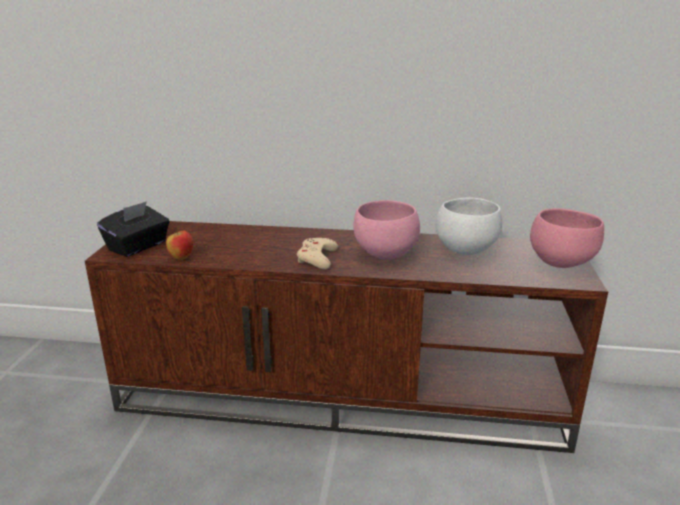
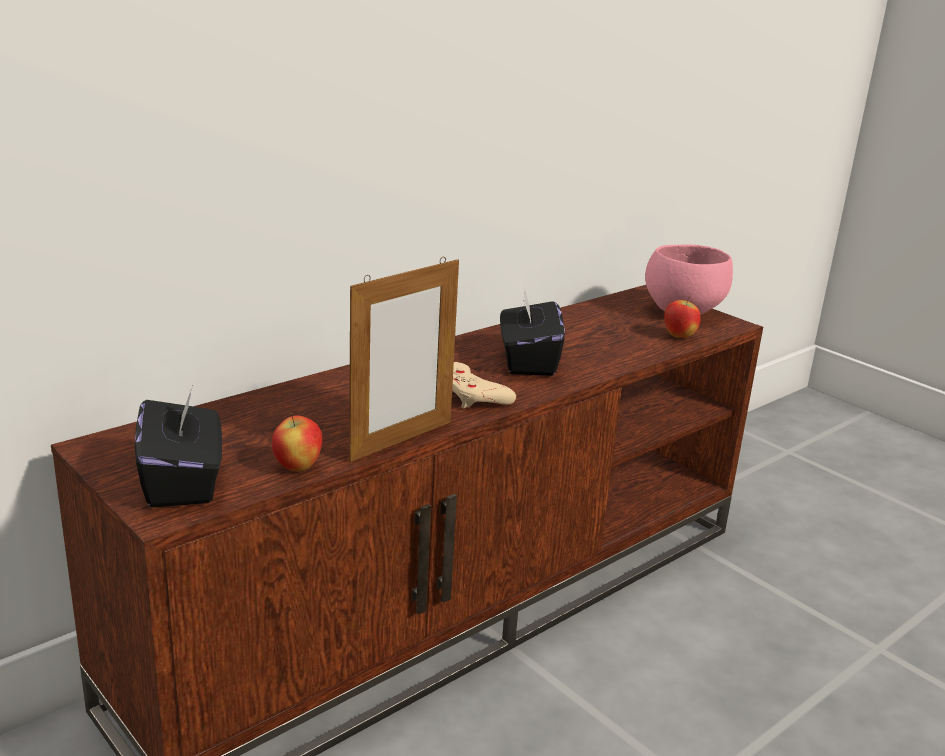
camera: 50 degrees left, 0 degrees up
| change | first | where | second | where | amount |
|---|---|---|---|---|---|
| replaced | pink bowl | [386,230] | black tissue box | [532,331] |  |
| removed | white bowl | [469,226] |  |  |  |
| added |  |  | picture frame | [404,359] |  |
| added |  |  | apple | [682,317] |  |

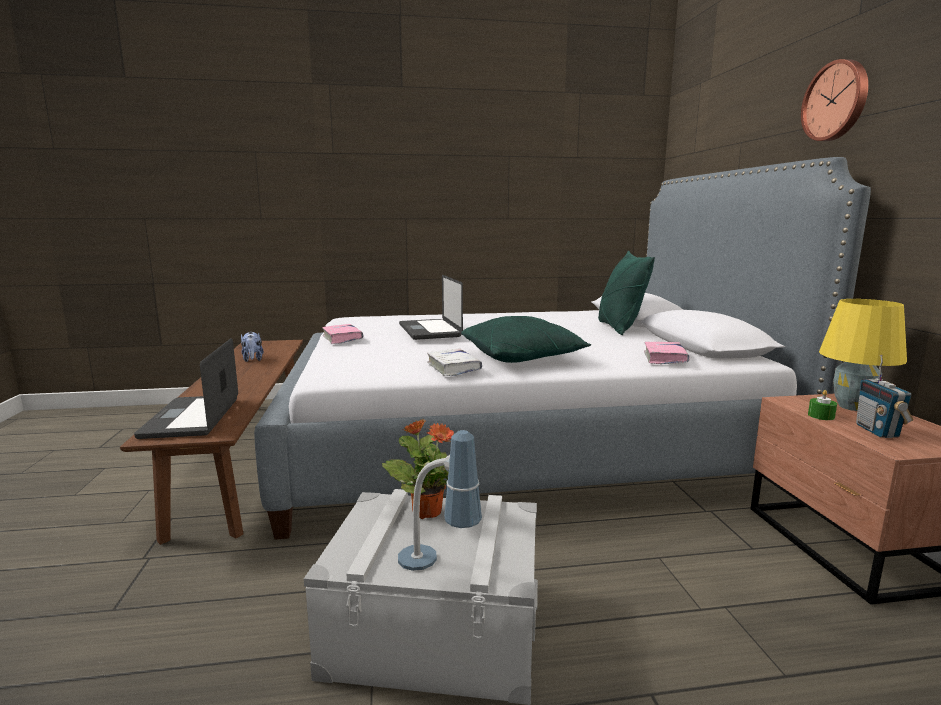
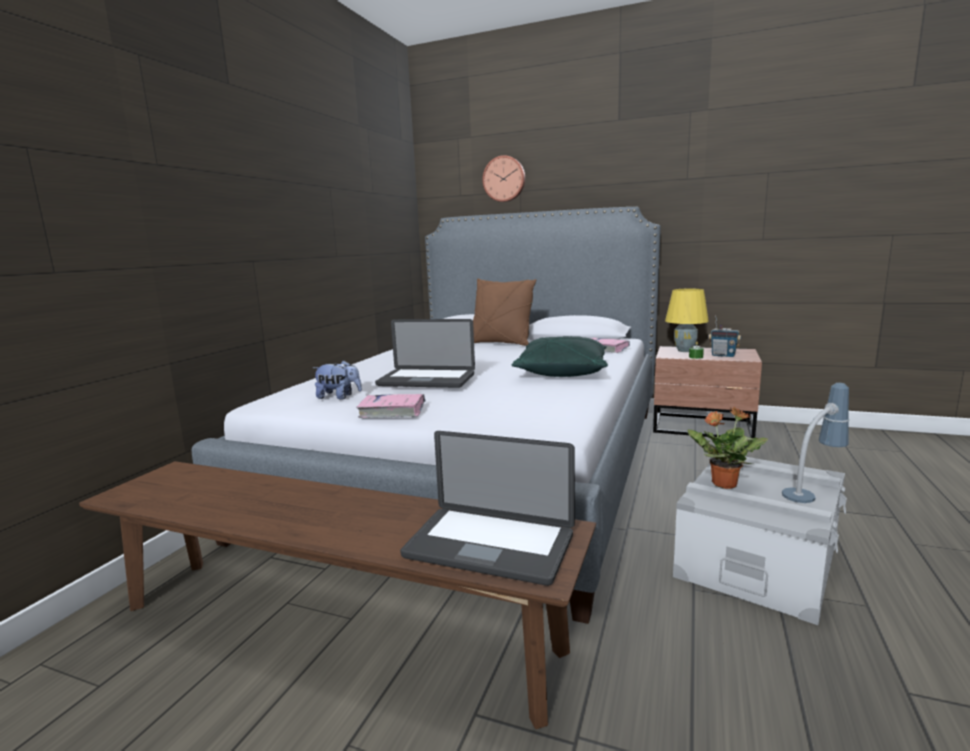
camera: 60 degrees left, 0 degrees up
| change | first | where | second | where | amount |
|---|---|---|---|---|---|
| moved | plush toy | [252,347] |  | [337,380] |  |
| removed | white book | [454,362] |  |  |  |
| recoloured | green pillow | [626,293] | brown pillow | [504,312] |  |
| moved | wall clock | [834,100] |  | [503,178] |  |

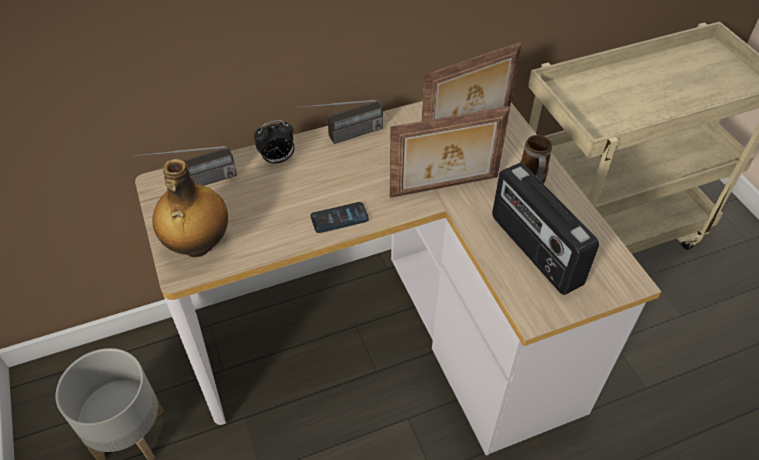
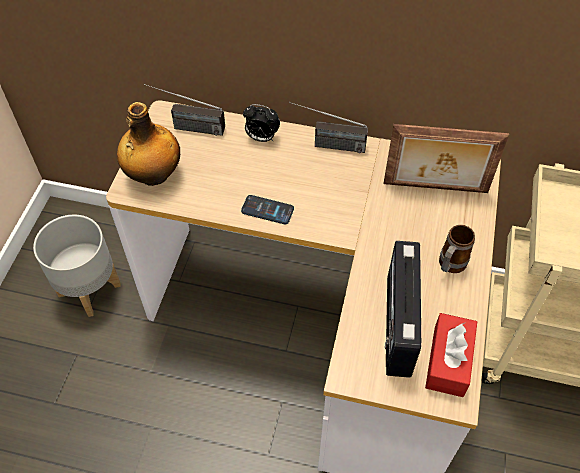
camera: 35 degrees right, 5 degrees up
| change | first | where | second | where | amount |
|---|---|---|---|---|---|
| removed | picture frame | [449,152] |  |  |  |
| added |  |  | red tissue box | [451,355] |  |

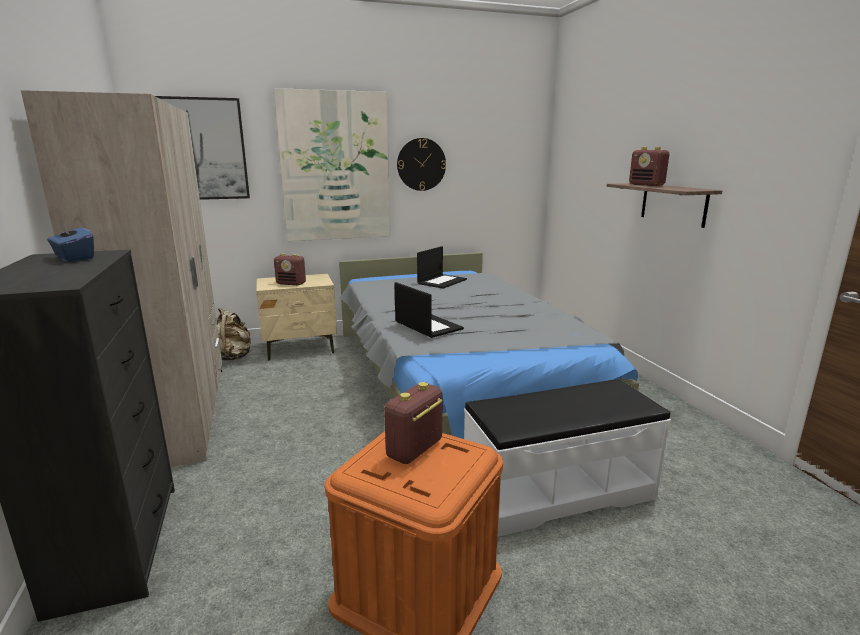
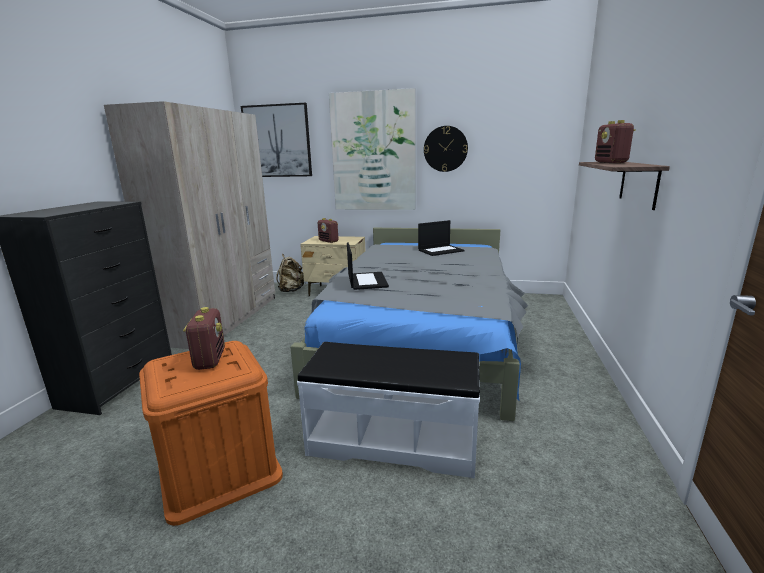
camera: 30 degrees right, 0 degrees up
| change | first | where | second | where | amount |
|---|---|---|---|---|---|
| removed | blue tissue box | [70,242] |  |  |  |
| turned | radio | [413,423] |  | [204,338] | 105 degrees clockwise |

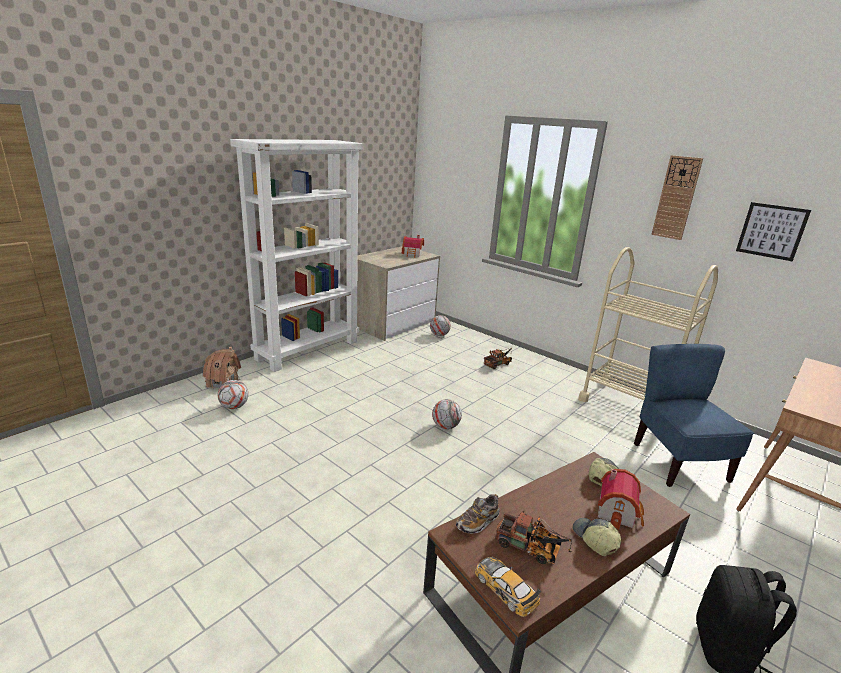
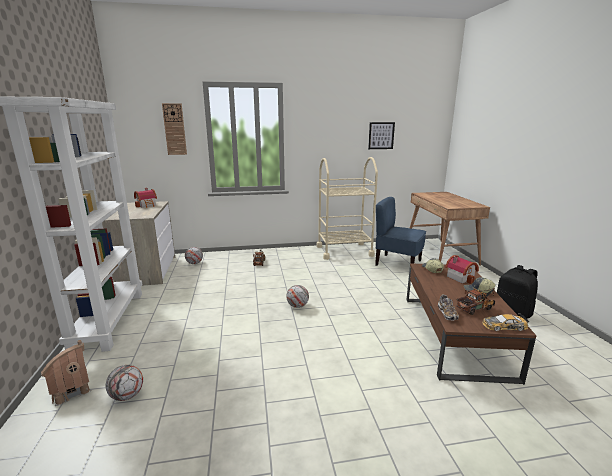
camera: 50 degrees left, 5 degrees down
| change | first | where | second | where | amount |
|---|---|---|---|---|---|
| moved | wall clock | [677,197] |  | [174,129] |  |

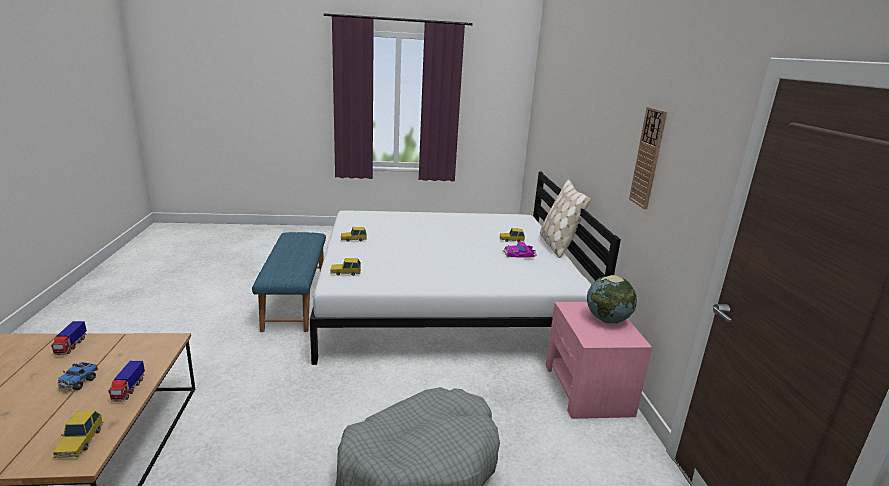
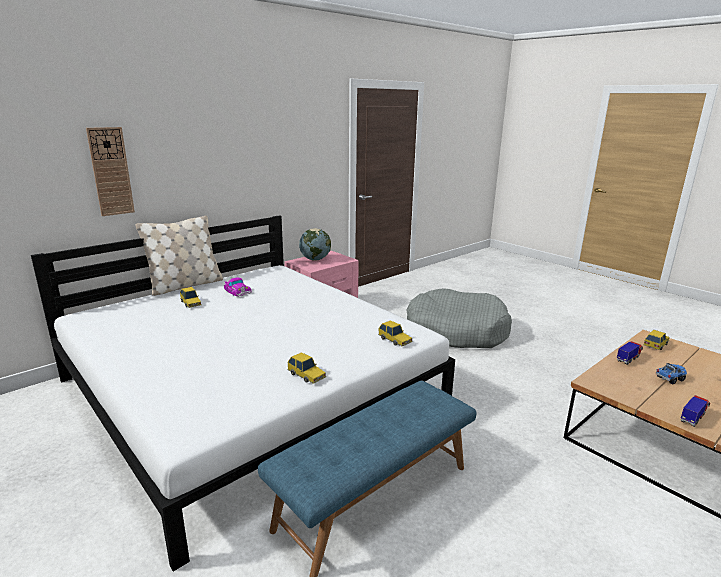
camera: 125 degrees left, 0 degrees up
| change | first | where | second | where | amount |
|---|---|---|---|---|---|
| moved | wall clock | [648,158] |  | [110,171] |  |

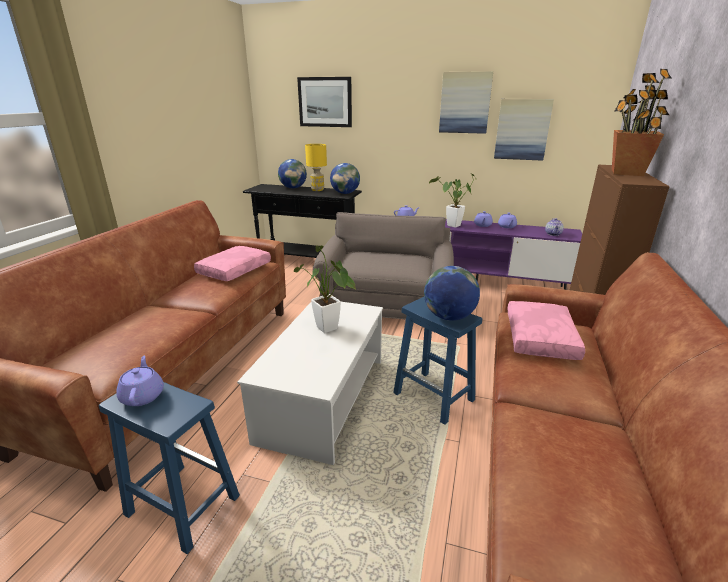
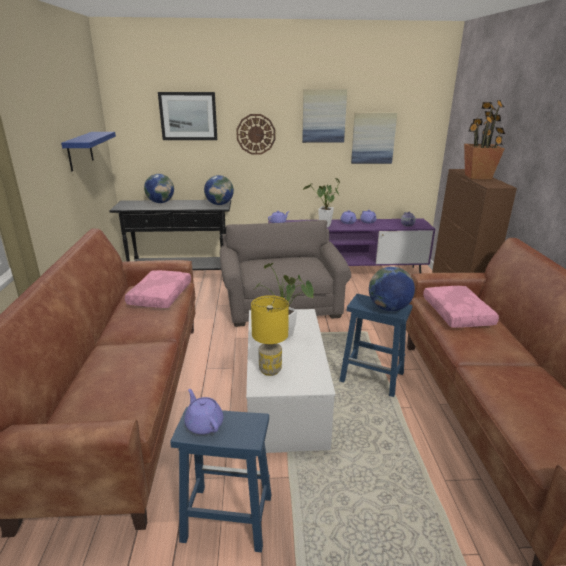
camera: 20 degrees left, 0 degrees up
| change | first | where | second | where | amount |
|---|---|---|---|---|---|
| moved | yellow table lamp | [316,167] |  | [270,335] |  |
| added |  |  | blue shelf | [88,152] |  |
| added |  |  | wall clock | [255,134] |  |

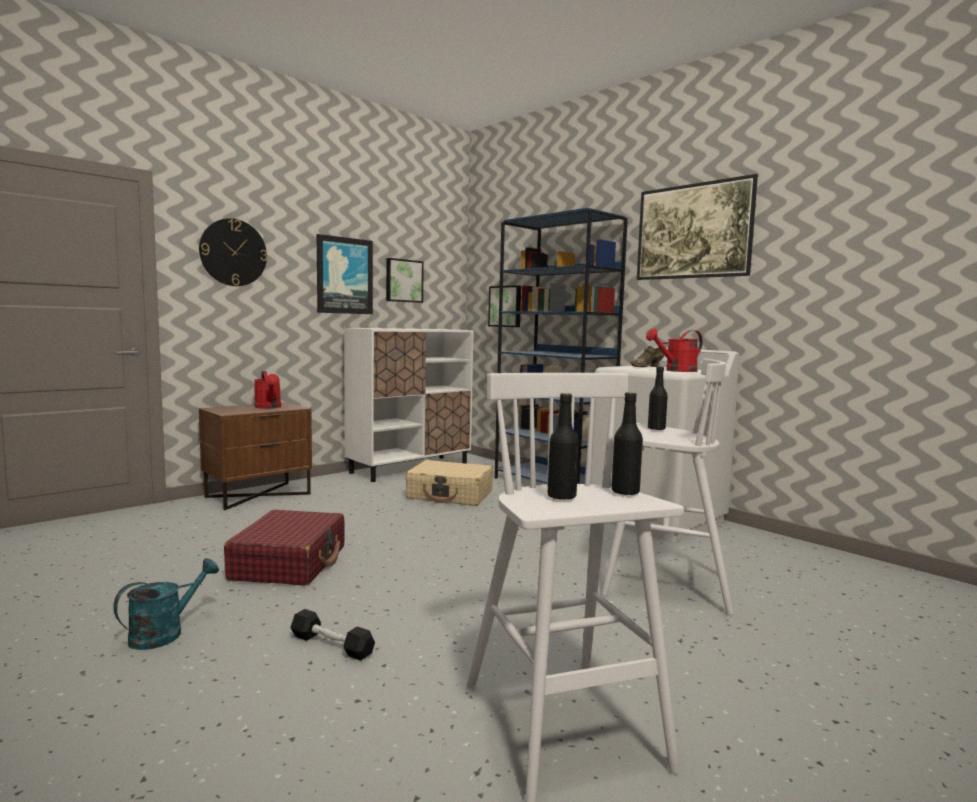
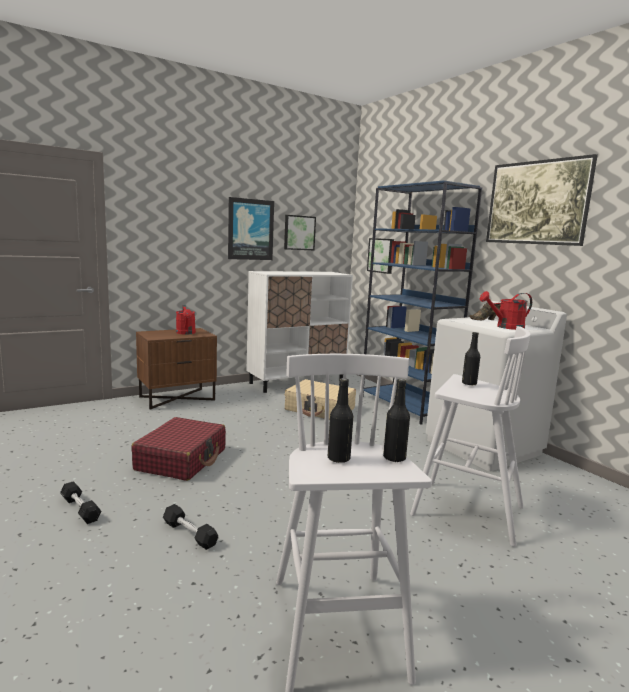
camera: 10 degrees right, 5 degrees up
| change | first | where | second | where | amount |
|---|---|---|---|---|---|
| replaced | turquoise watering can | [166,604] | black dumbbell | [80,502] |  |
| removed | wall clock | [233,252] |  |  |  |

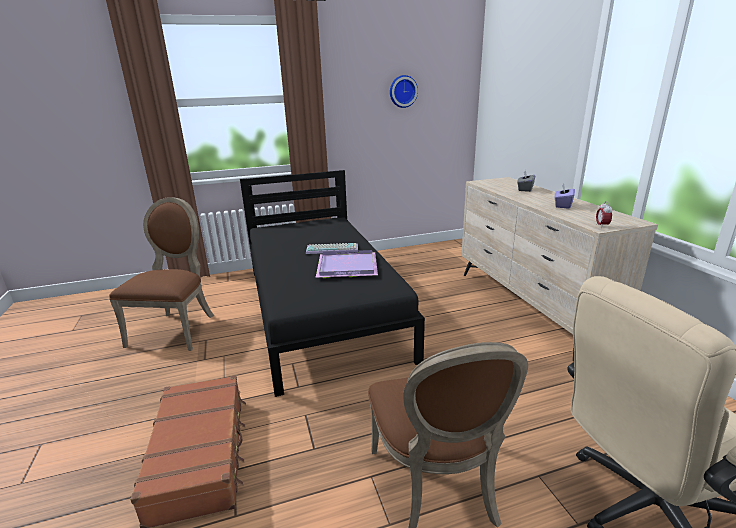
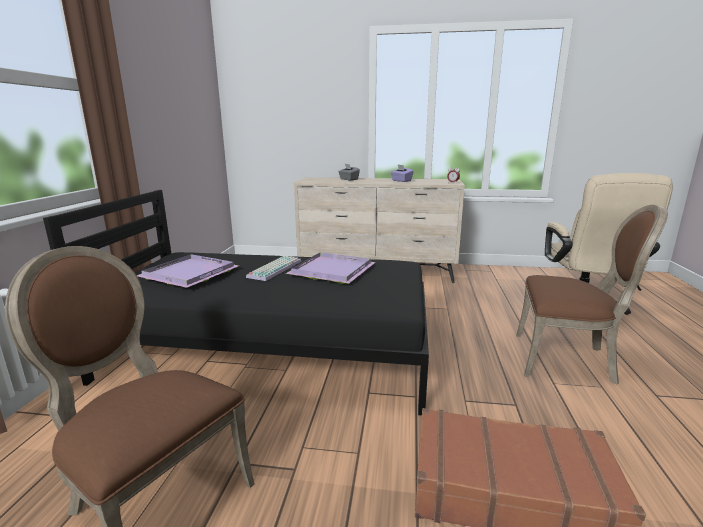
camera: 65 degrees left, 5 degrees down
| change | first | where | second | where | amount |
|---|---|---|---|---|---|
| removed | wall clock | [404,91] |  |  |  |
| added |  |  | purple tray | [188,271] |  |

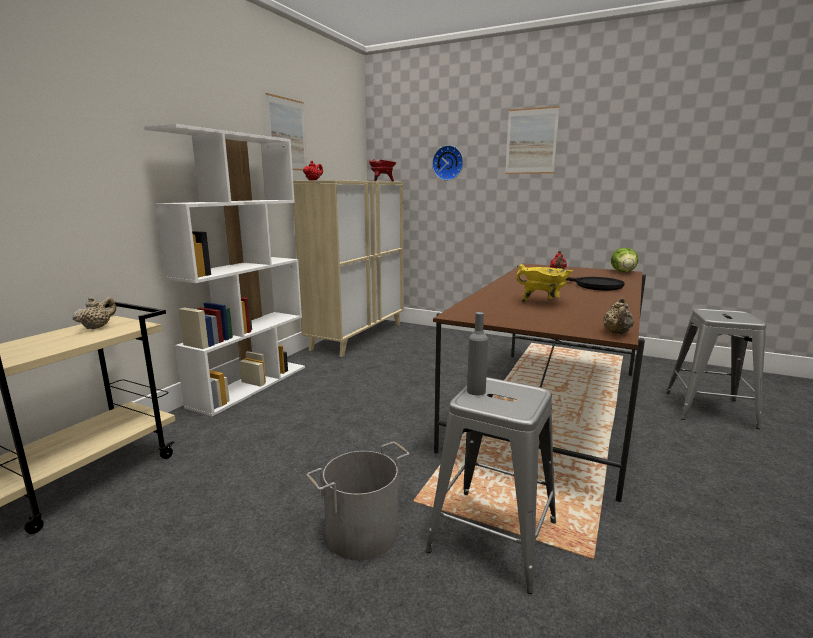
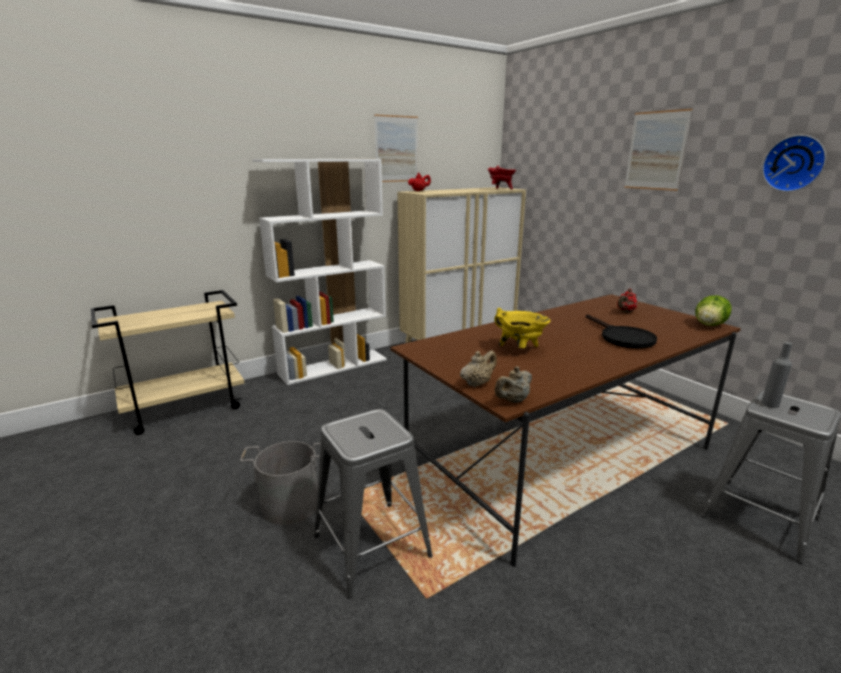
camera: 30 degrees right, 5 degrees up
| change | first | where | second | where | amount |
|---|---|---|---|---|---|
| moved | beige teapot | [94,313] |  | [478,368] |  |
| moved | wall clock | [447,163] |  | [794,163] |  |
| moved | grey bottle | [477,354] |  | [776,375] |  |

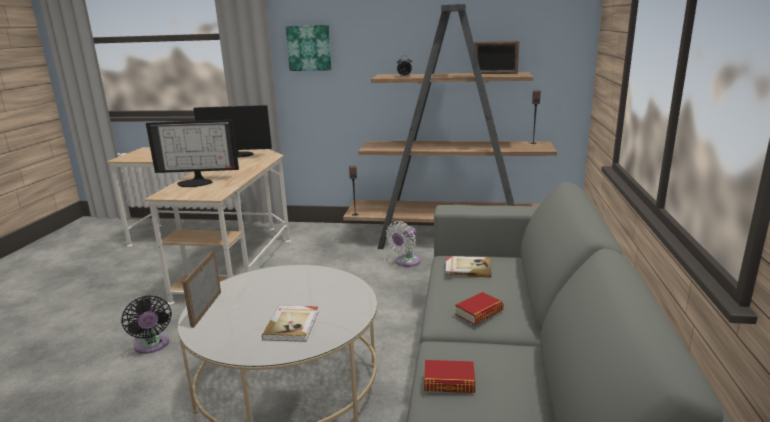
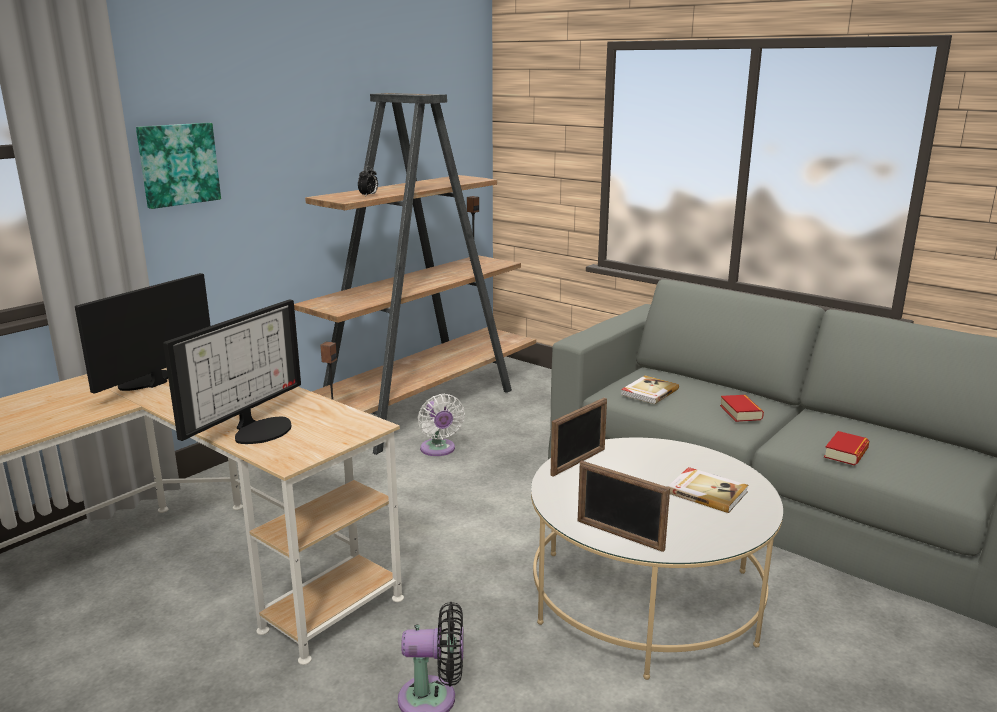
camera: 60 degrees left, 0 degrees up
| change | first | where | second | where | amount |
|---|---|---|---|---|---|
| moved | picture frame | [496,57] |  | [578,437] |  |

